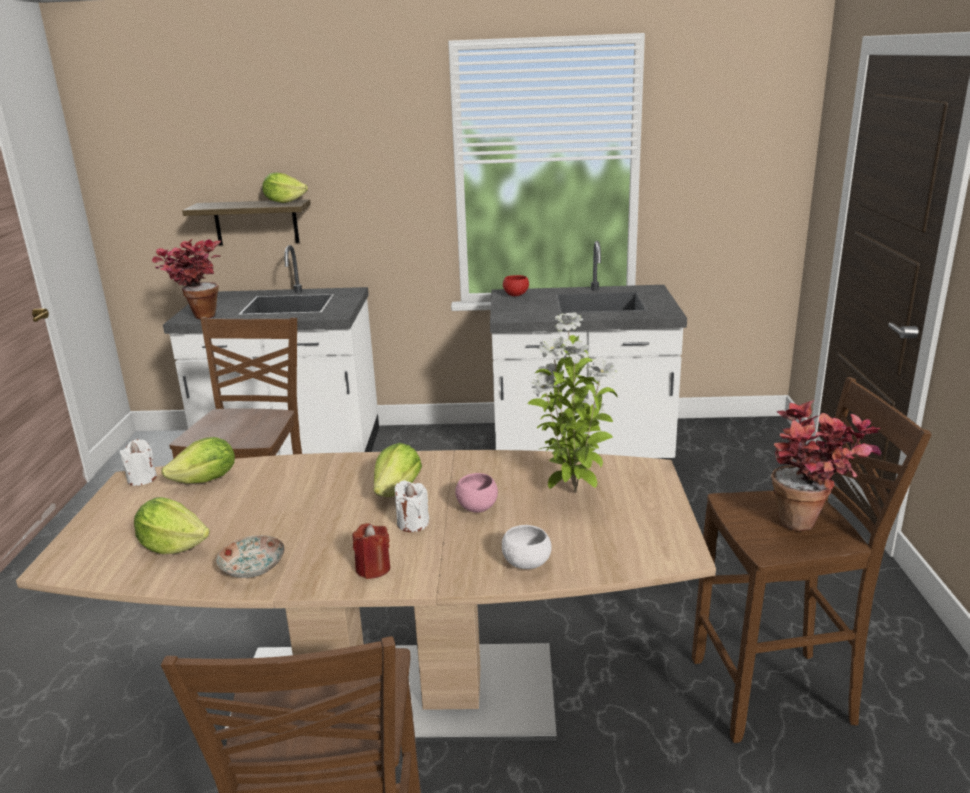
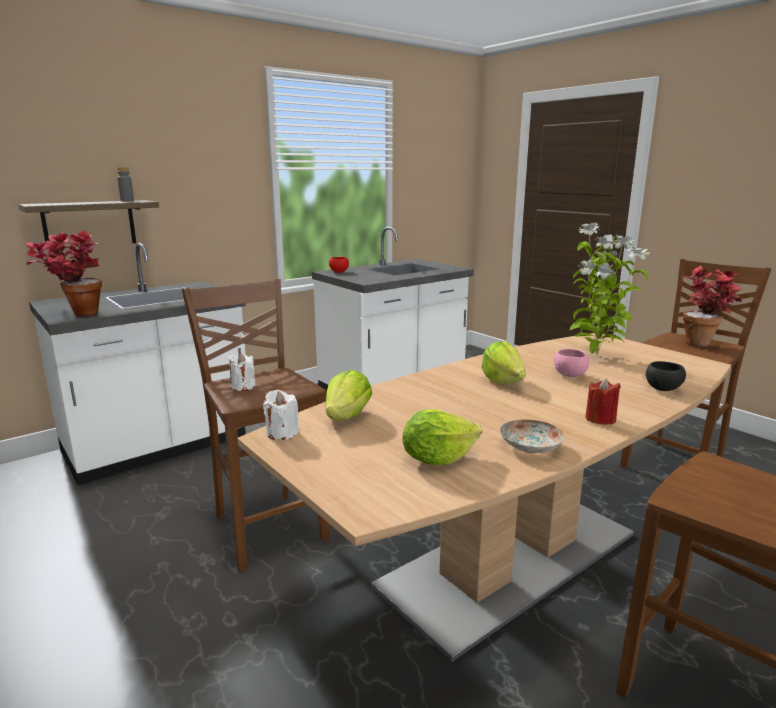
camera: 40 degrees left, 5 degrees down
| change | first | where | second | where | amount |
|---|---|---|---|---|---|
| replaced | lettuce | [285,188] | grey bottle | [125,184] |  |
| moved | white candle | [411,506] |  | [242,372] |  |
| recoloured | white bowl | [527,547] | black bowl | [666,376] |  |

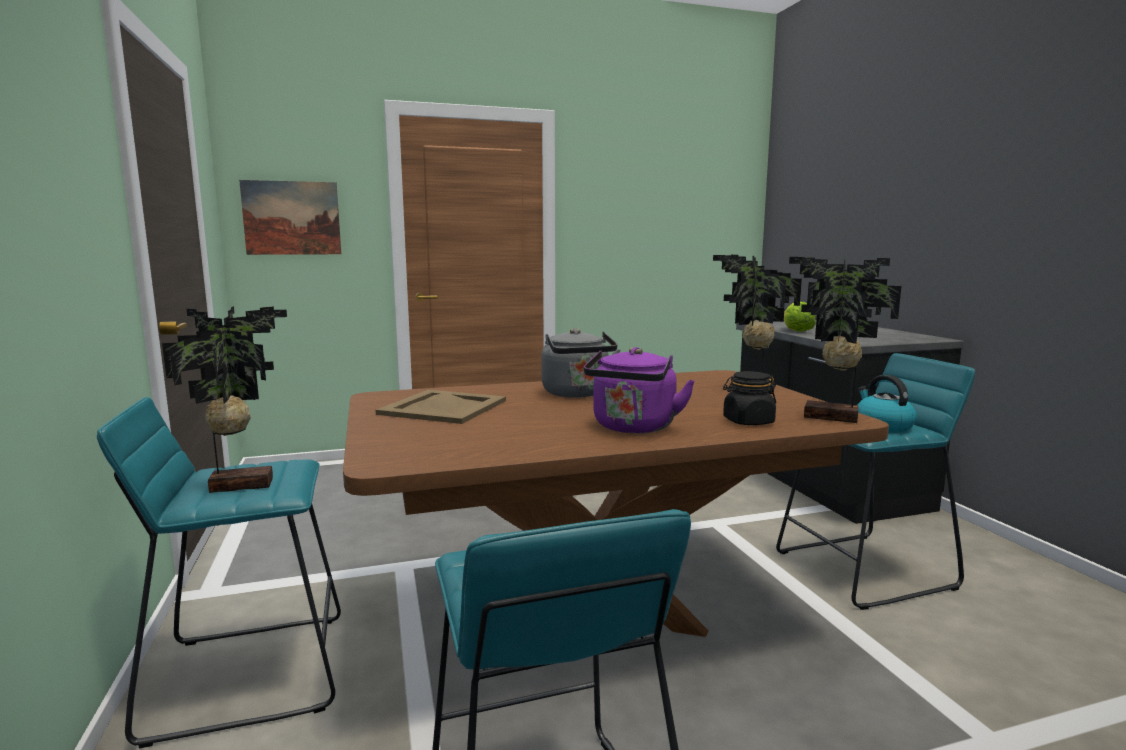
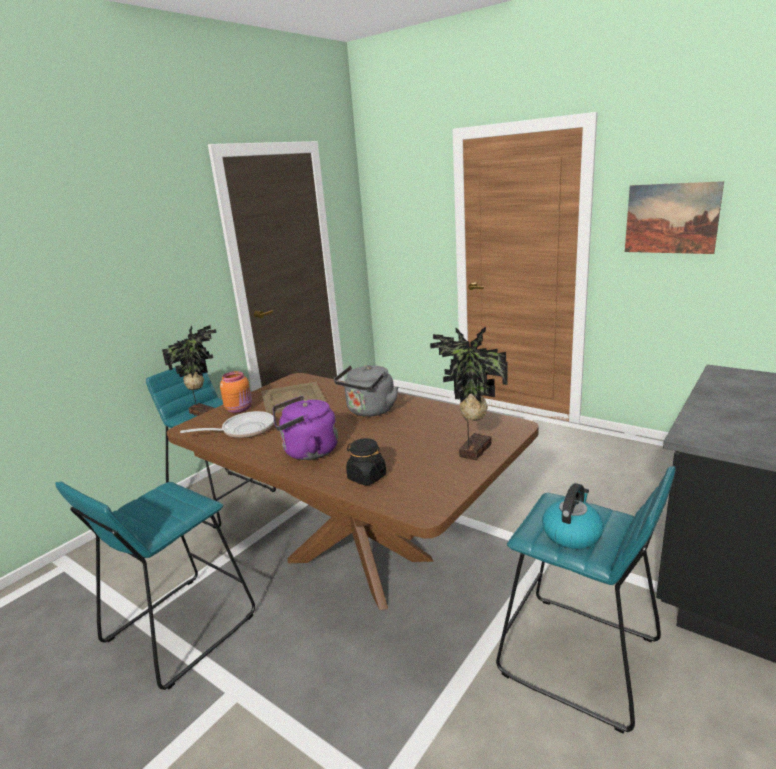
camera: 55 degrees right, 10 degrees up
| change | first | where | second | where | amount |
|---|---|---|---|---|---|
| moved | picture | [290,217] |  | [674,217] |  |
| removed | lettuce | [800,317] |  |  |  |
| removed | potted plant | [845,340] |  |  |  |
| added |  |  | frying pan | [227,424] |  |
| added |  |  | orange jar | [236,392] |  |

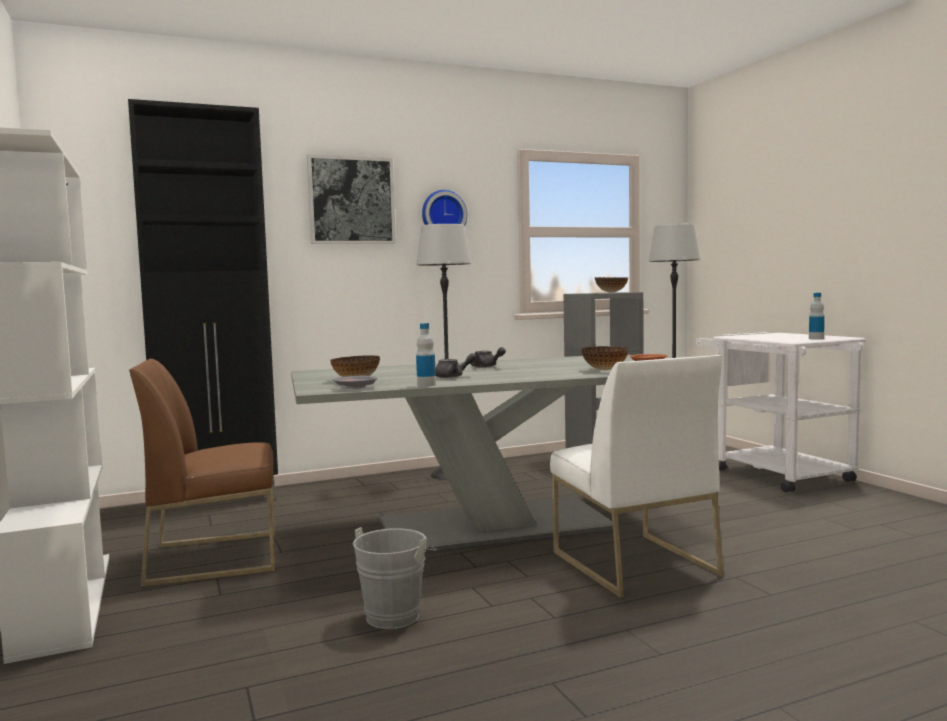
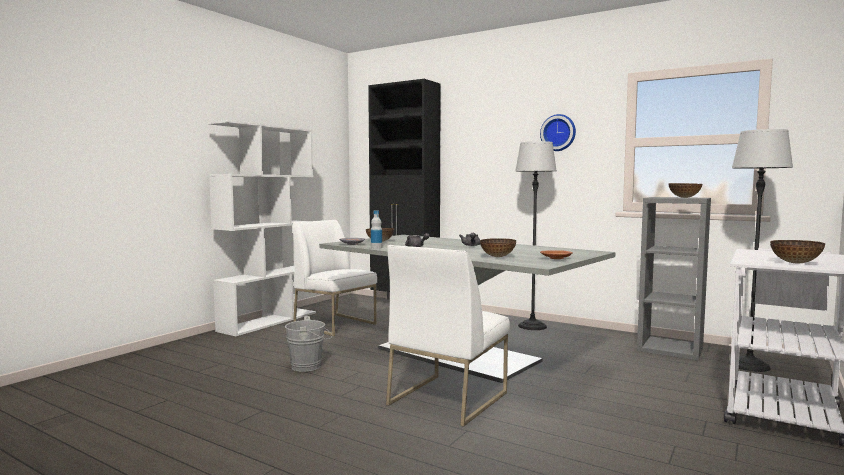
camera: 55 degrees right, 0 degrees up
| change | first | where | second | where | amount |
|---|---|---|---|---|---|
| recoloured | brown chair | [202,473] | white chair | [334,278] |  |
| removed | picture | [351,199] |  |  |  |
| replaced | bottle | [817,316] | bowl | [797,251] |  |

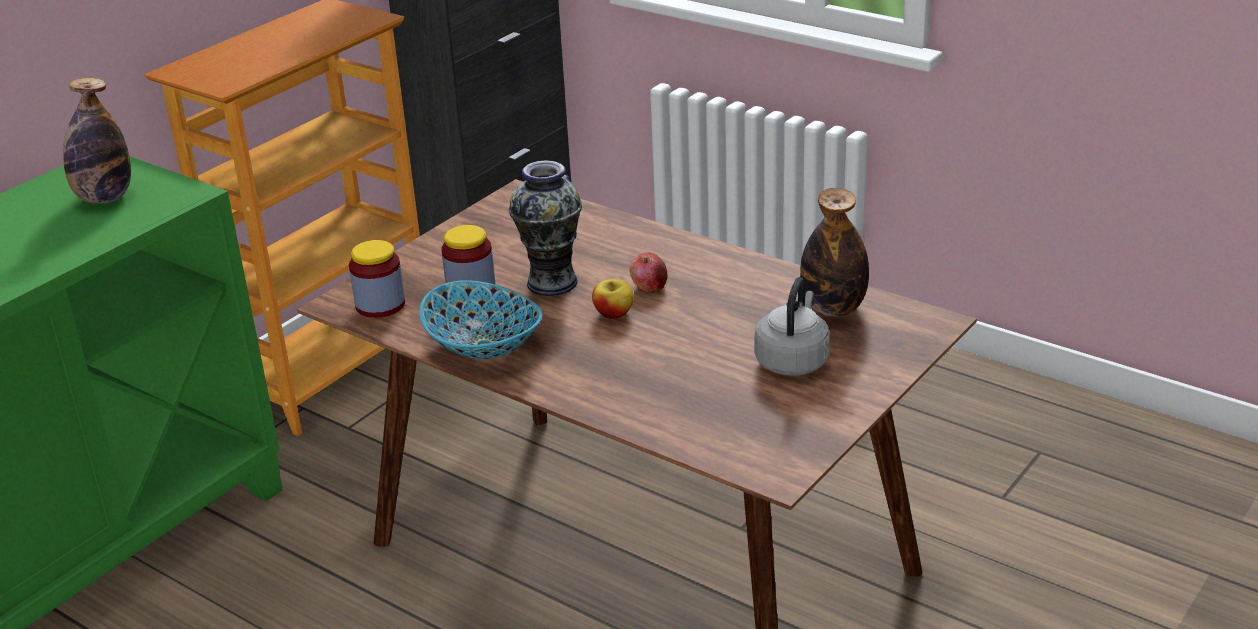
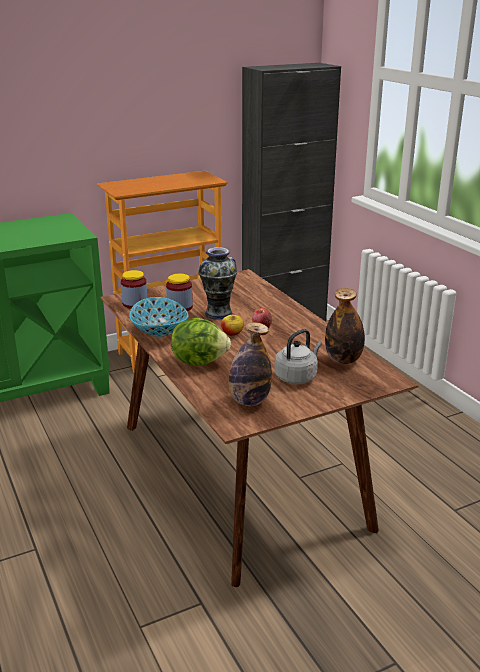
camera: 25 degrees right, 5 degrees down
| change | first | where | second | where | amount |
|---|---|---|---|---|---|
| moved | bottle | [97,141] |  | [250,364] |  |
| added |  |  | lettuce | [201,342] |  |

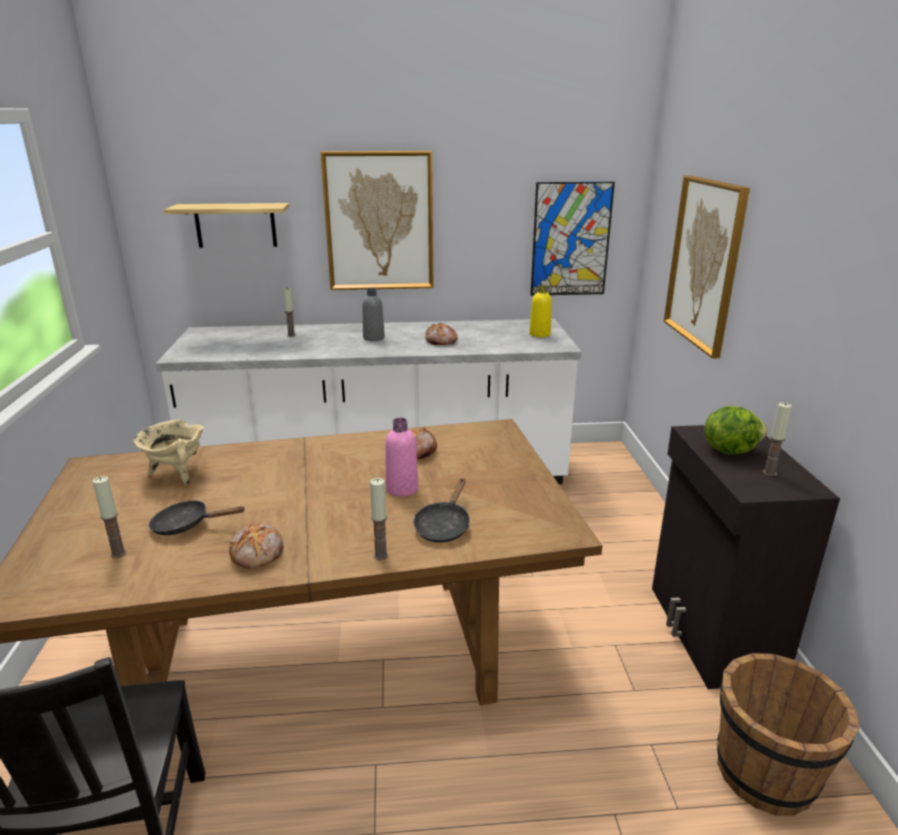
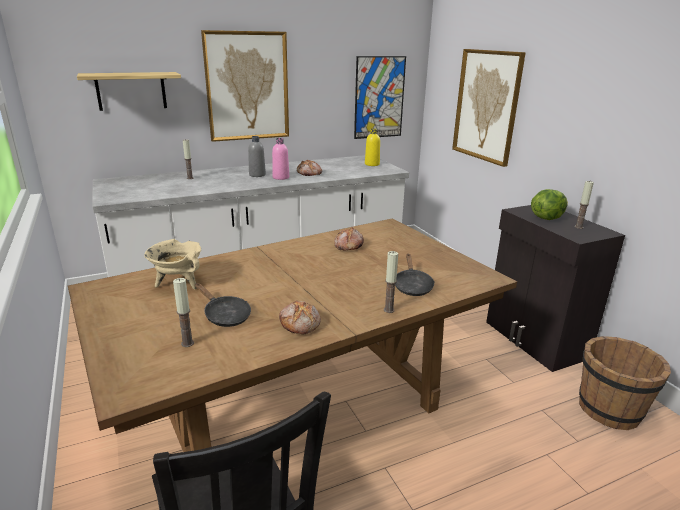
camera: 20 degrees left, 0 degrees up
| change | first | where | second | where | amount |
|---|---|---|---|---|---|
| turned | black frying pan | [196,517] |  | [223,305] | 120 degrees counterclockwise |
| moved | pink bottle | [402,457] |  | [280,159] |  |

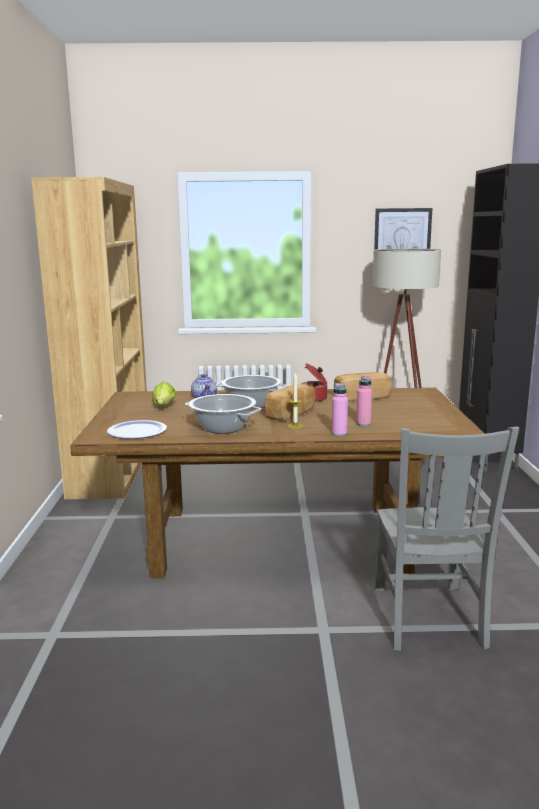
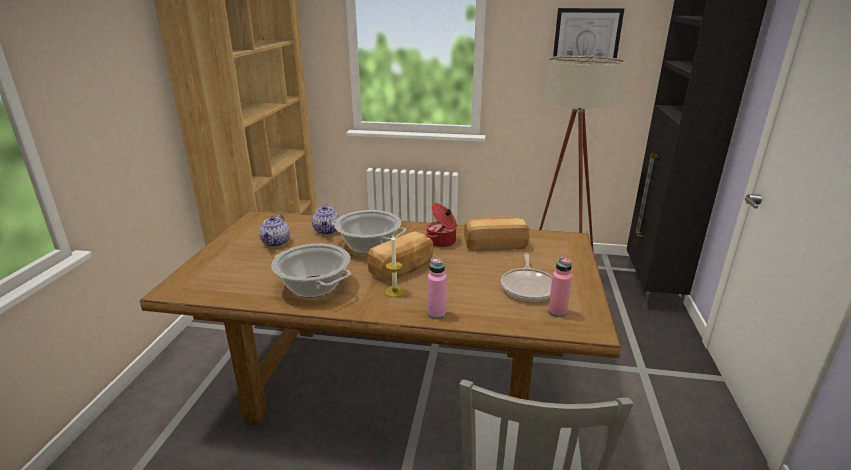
camera: 10 degrees right, 10 degrees up
| change | first | where | second | where | amount |
|---|---|---|---|---|---|
| removed | plate | [137,429] |  |  |  |
| replaced | lettuce | [164,394] | teapot | [274,230] |  |
| moved | pink bottle | [364,401] |  | [560,287] |  |
| added |  |  | frying pan | [526,277] |  |

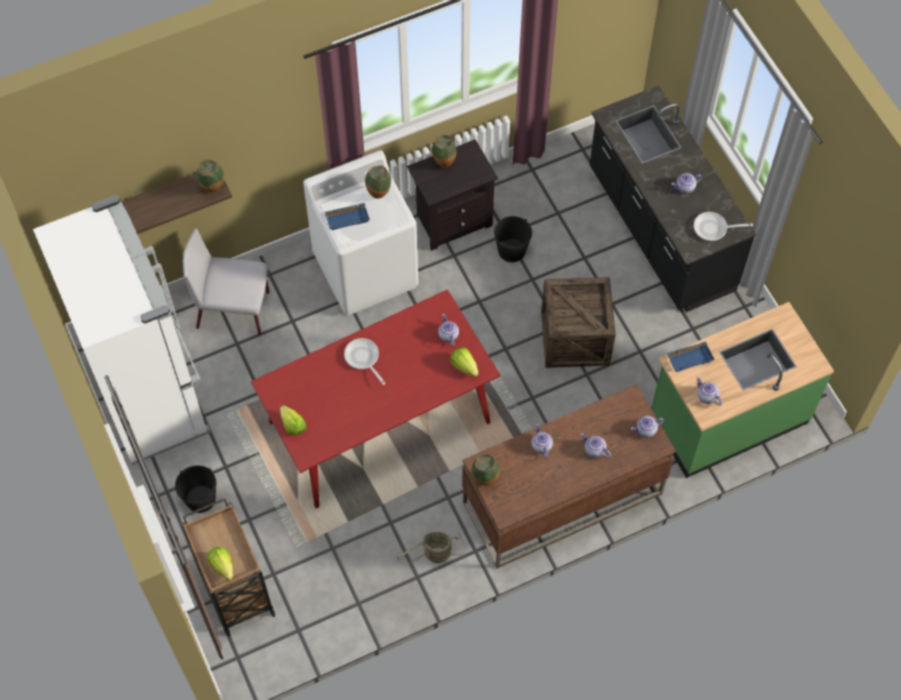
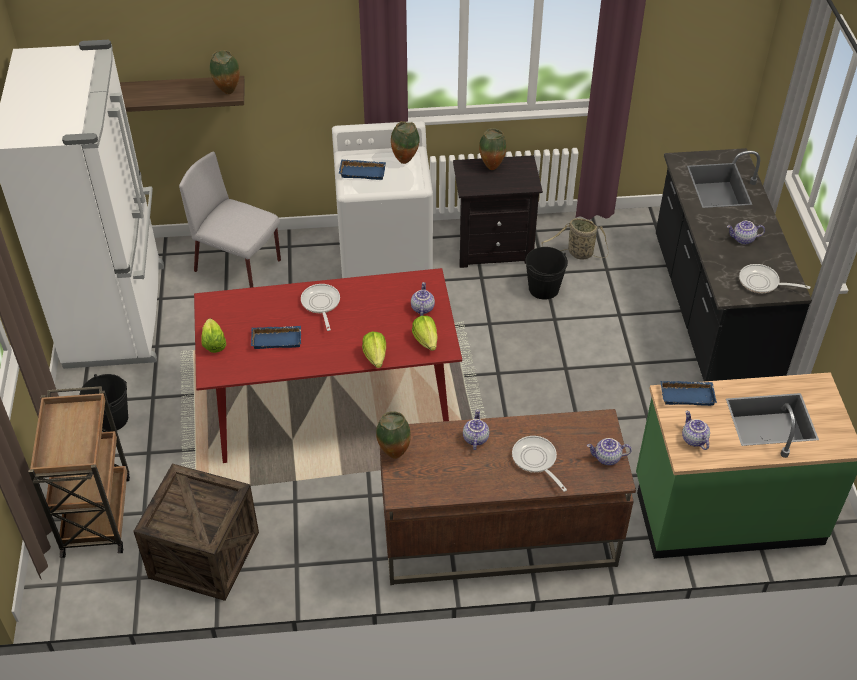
camera: 20 degrees right, 15 degrees down
| change | first | where | second | where | amount |
|---|---|---|---|---|---|
| moved | lettuce | [220,563] |  | [374,349] |  |
| moved | basket | [431,548] |  | [574,238] |  |
| moved | crate | [578,322] |  | [196,532] |  |
| replaced | teapot | [596,445] | frying pan | [539,464] |  |
| added |  |  | blue tray | [276,337] |  |

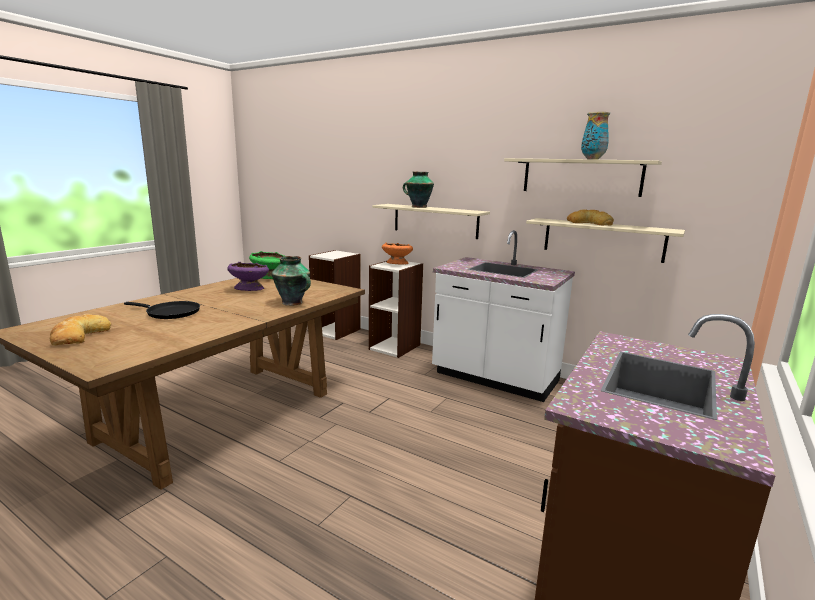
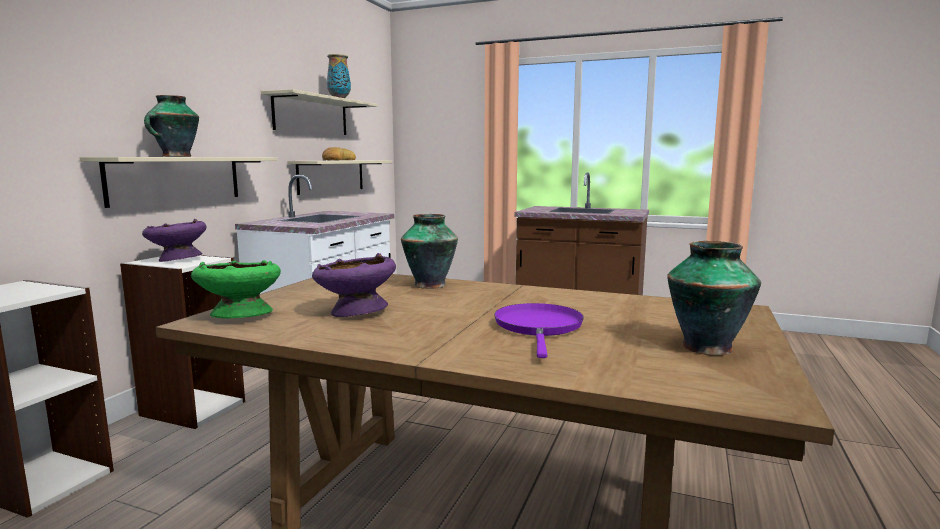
camera: 100 degrees left, 5 degrees down
| change | first | where | second | where | amount |
|---|---|---|---|---|---|
| replaced | bread | [80,330] | vase | [714,298] |  |
| recoloured | black frying pan | [162,310] | purple frying pan | [539,330] |  |
| recoloured | orange bowl | [397,253] | purple bowl | [174,240] |  |

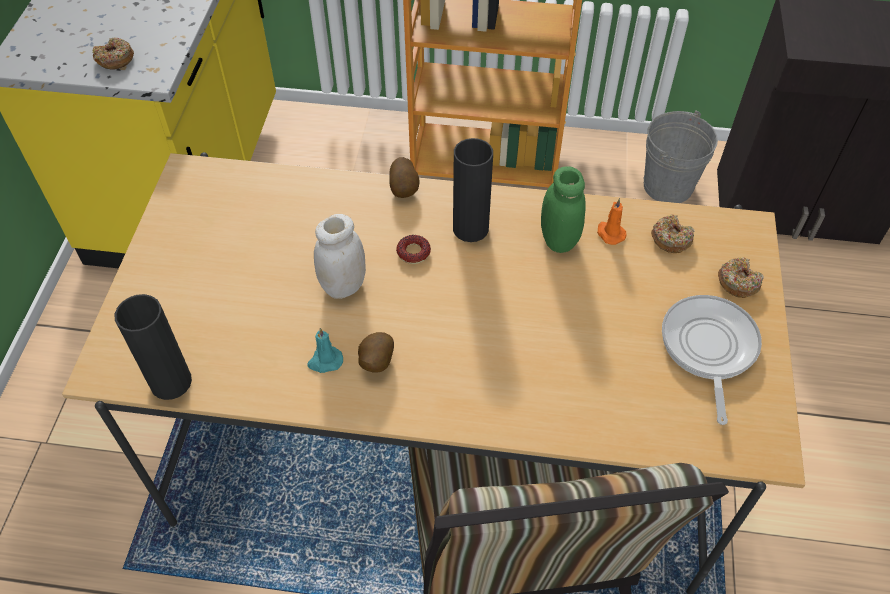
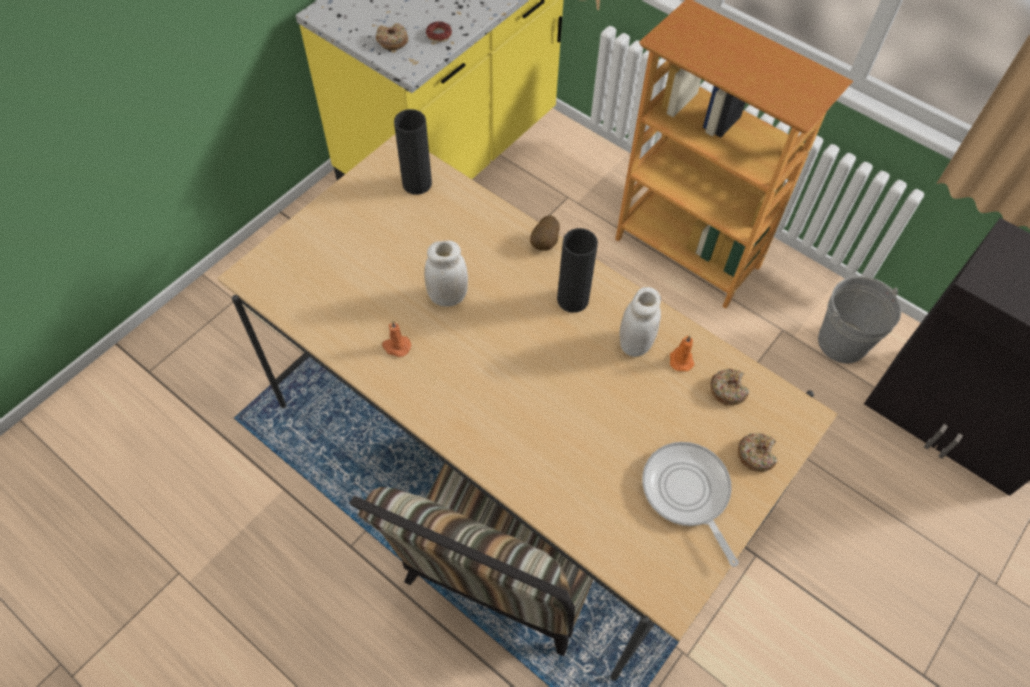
camera: 30 degrees right, 5 degrees up
| change | first | where | second | where | amount |
|---|---|---|---|---|---|
| moved | black vase | [153,347] |  | [413,152] |  |
| recoloured | turquoise candle | [325,350] | orange candle | [396,339] |  |
| removed | potato | [376,352] |  |  |  |
| moved | donut | [413,249] |  | [439,31] |  |
| recoloured | green jar | [563,209] | white jar | [640,322] |  |
| turned | frying pan | [712,360] |  | [690,504] | 60 degrees counterclockwise |

